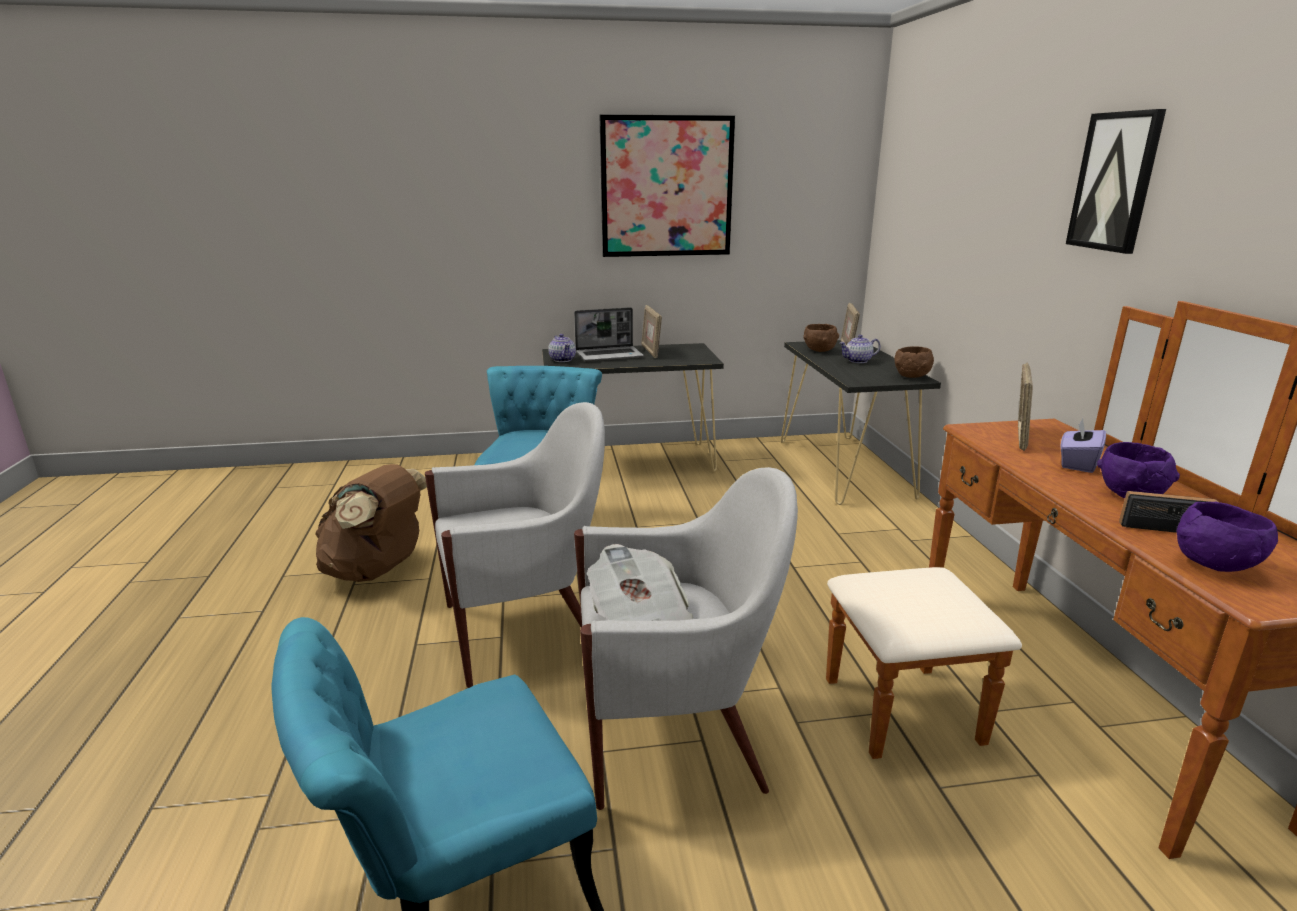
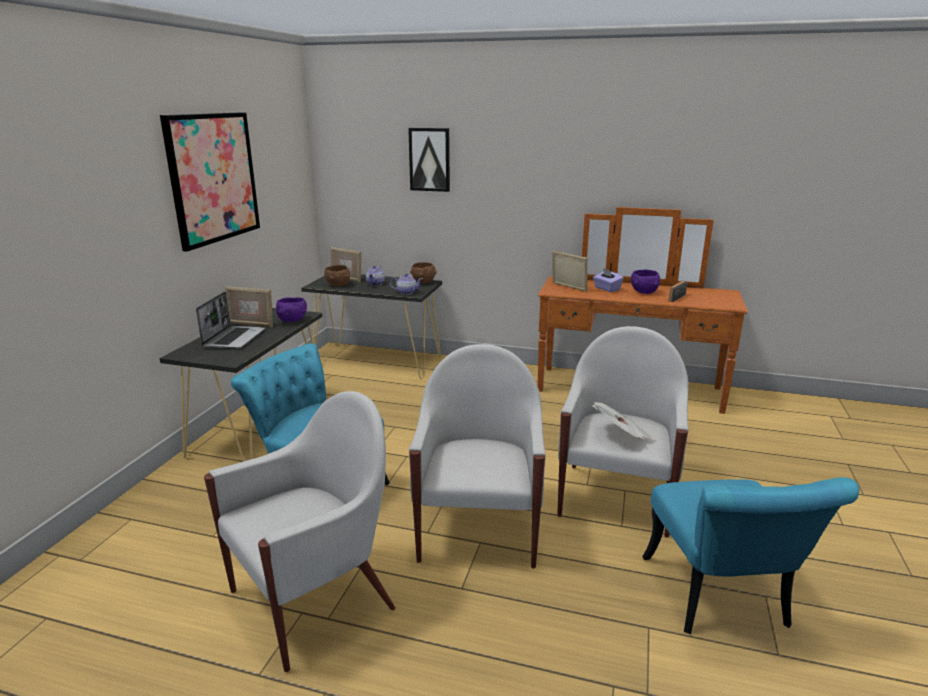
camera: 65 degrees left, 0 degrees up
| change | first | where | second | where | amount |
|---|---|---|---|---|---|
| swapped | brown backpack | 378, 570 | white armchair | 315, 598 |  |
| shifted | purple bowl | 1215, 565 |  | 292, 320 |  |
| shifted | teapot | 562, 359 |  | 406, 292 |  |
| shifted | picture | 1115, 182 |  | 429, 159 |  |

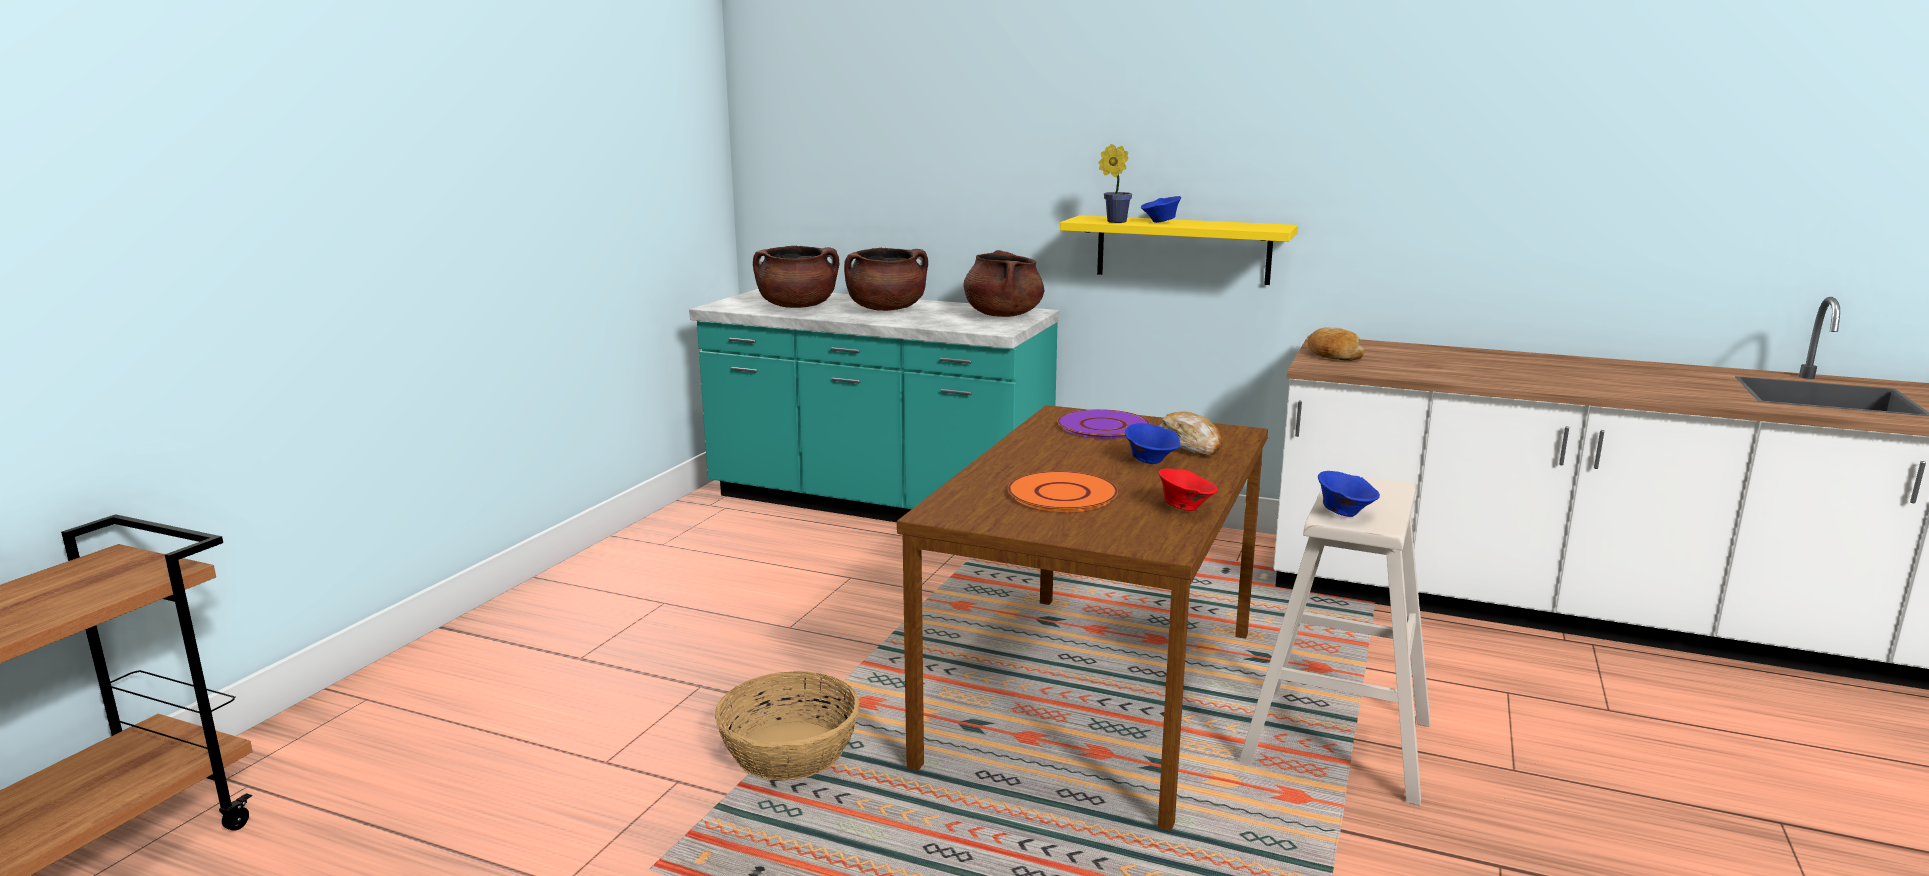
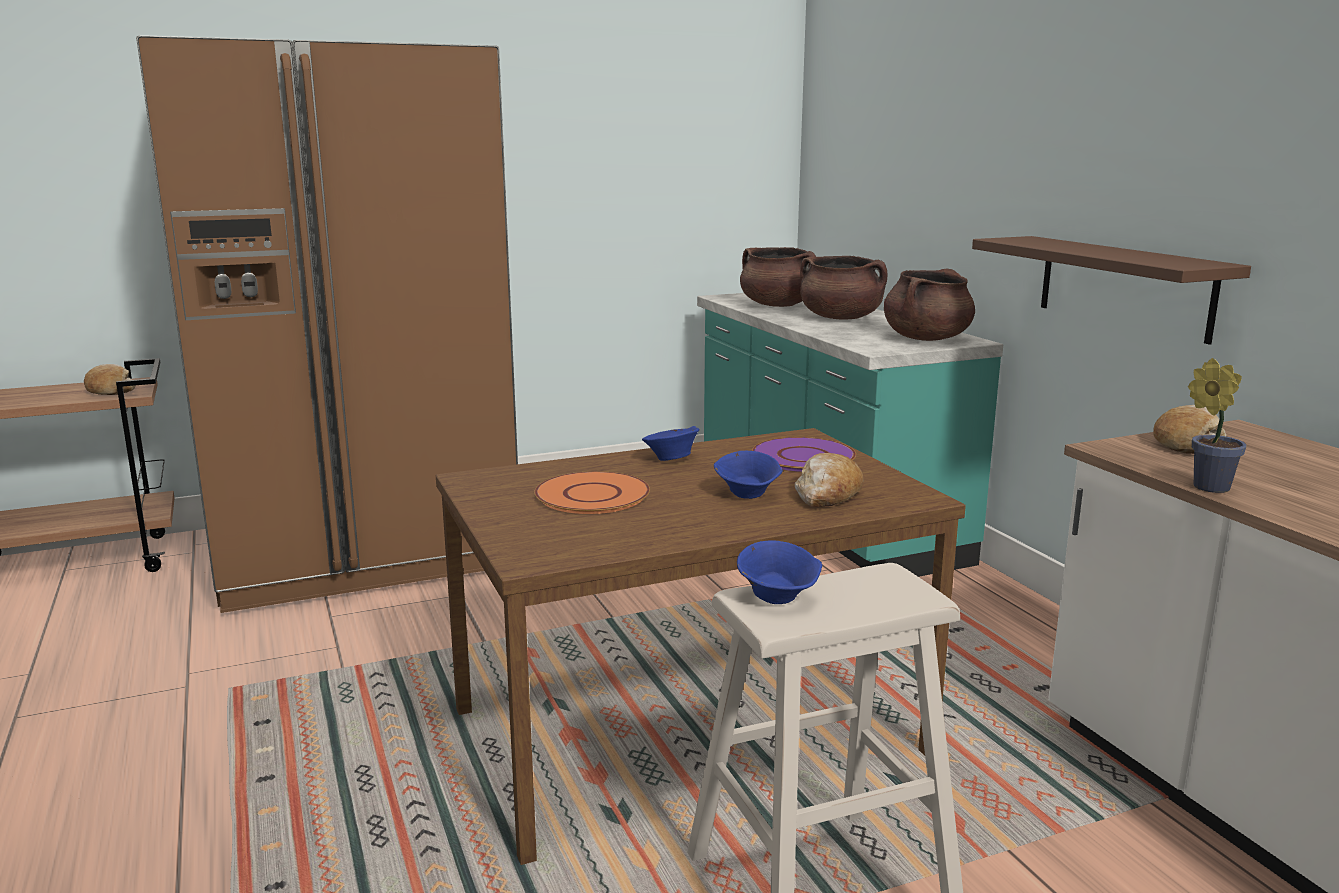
camera: 45 degrees right, 0 degrees up
| change | first | where | second | where | amount |
|---|---|---|---|---|---|
| new |  |  | bread | 110, 390 |  |
| new |  |  | brown fridge | 362, 548 |  |
| shifted | blue bowl | 1160, 222 |  | 670, 459 |  |
| repainted | yellow shelf | 1183, 249 | brown shelf | 1124, 286 |  |
| shifted | potted plant | 1114, 221 |  | 1206, 486 |  |
| gone | basket | 789, 751 |  |  |  |
| gone | red bowl | 1185, 508 |  |  |  |

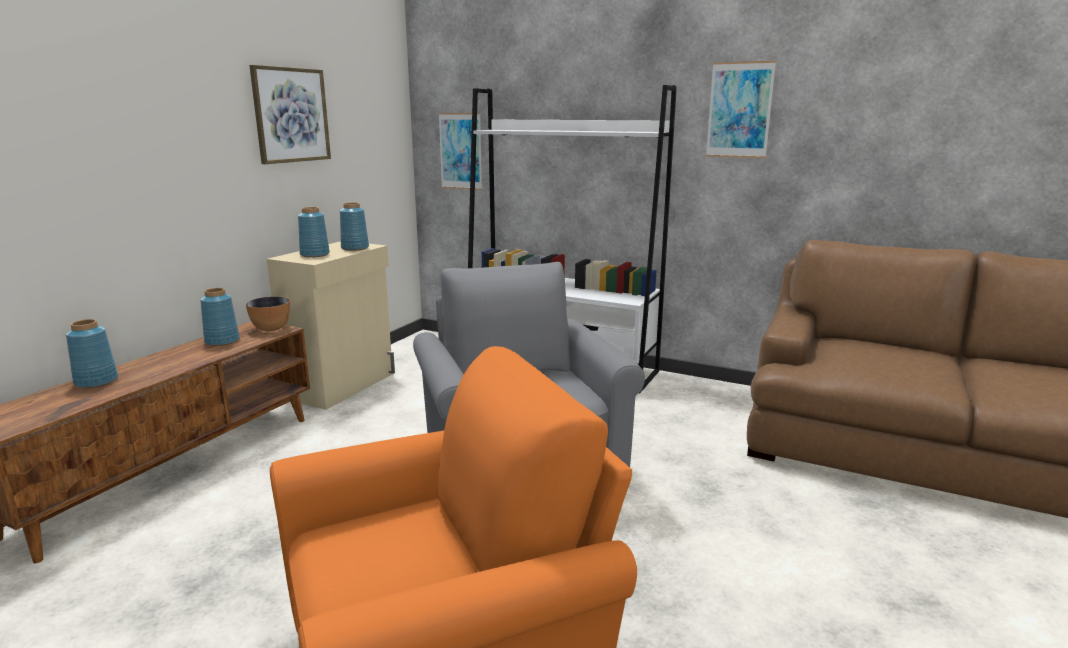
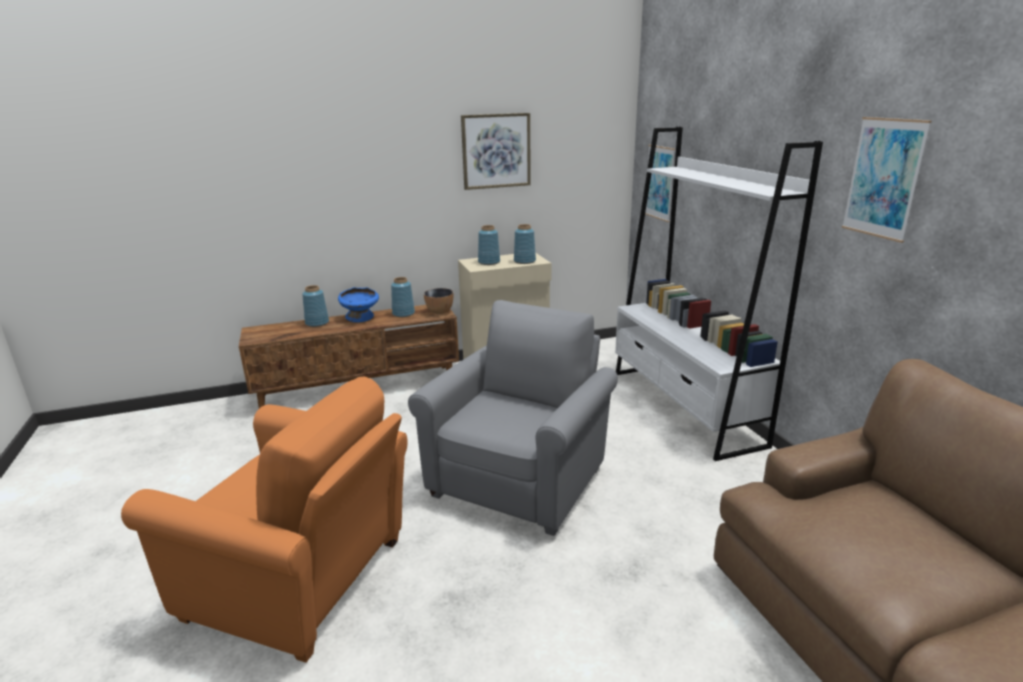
camera: 45 degrees right, 5 degrees up
| change | first | where | second | where | amount |
|---|---|---|---|---|---|
| new |  |  | blue bowl | 361, 318 |  |

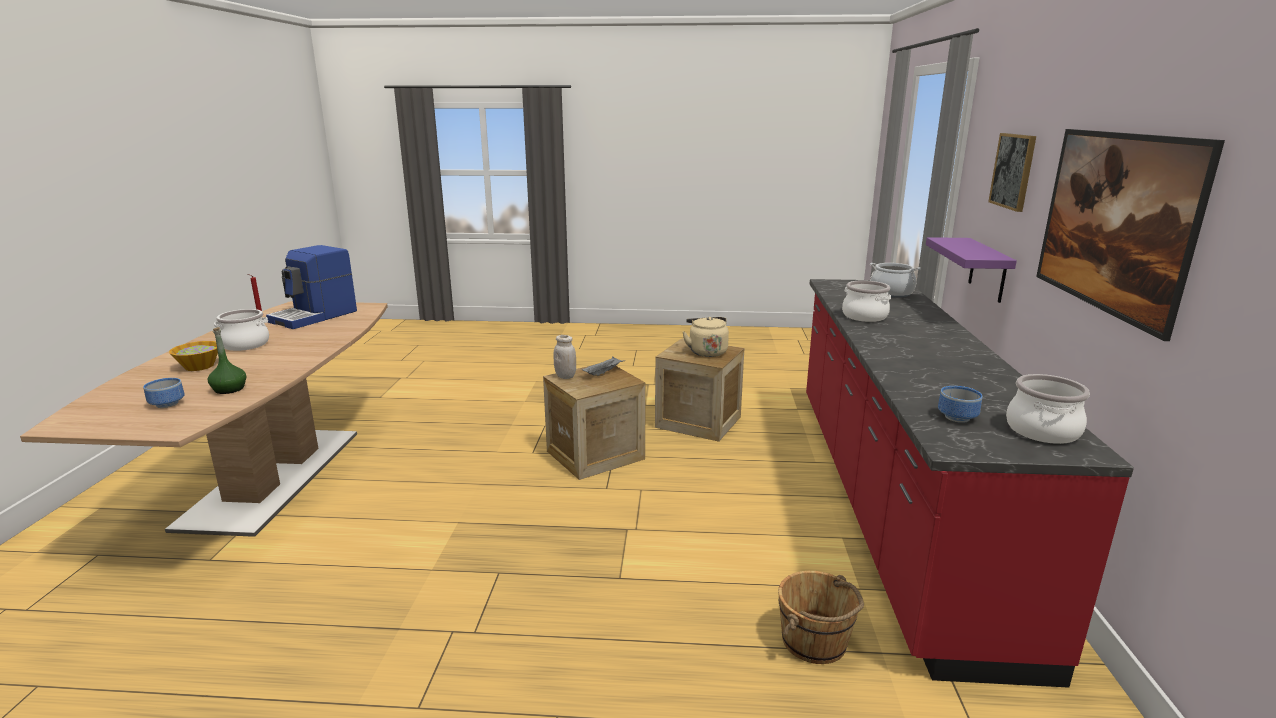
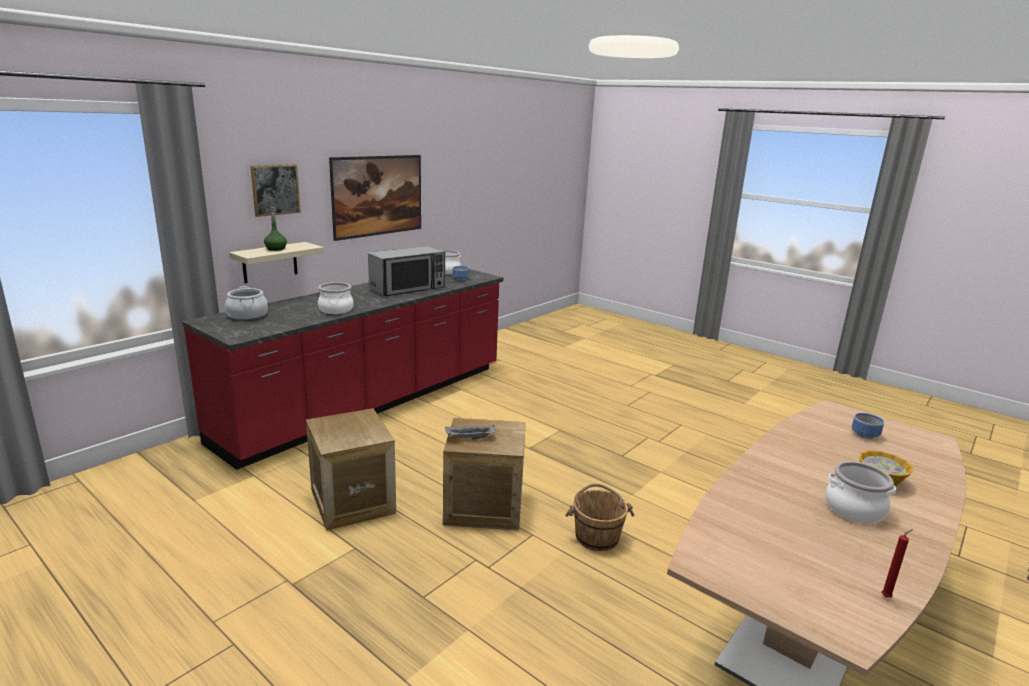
camera: 145 degrees left, 0 degrees up
| change | first | where | second | where | amount |
|---|---|---|---|---|---|
| repainted | purple shelf | 988, 270 | beige shelf | 270, 262 |  |
| shifted | green bottle | 229, 389 |  | 276, 249 |  |
| new |  |  | microwave | 408, 288 |  |
| shifted | brown bucket | 815, 642 |  | 597, 536 |  |
| gone | coffee machine | 315, 316 |  |  |  |
| gone | white jar | 565, 376 |  |  |  |
| gone | beige kettle | 706, 352 |  |  |  |

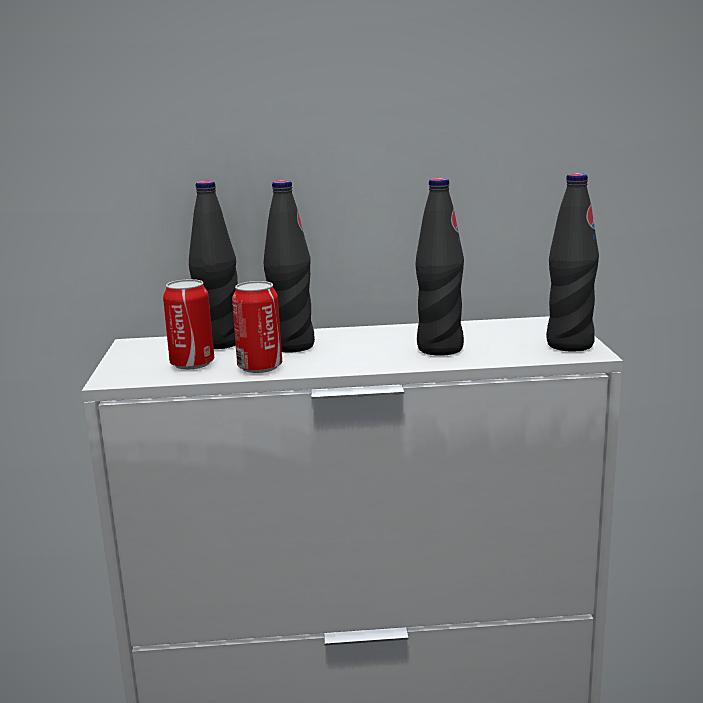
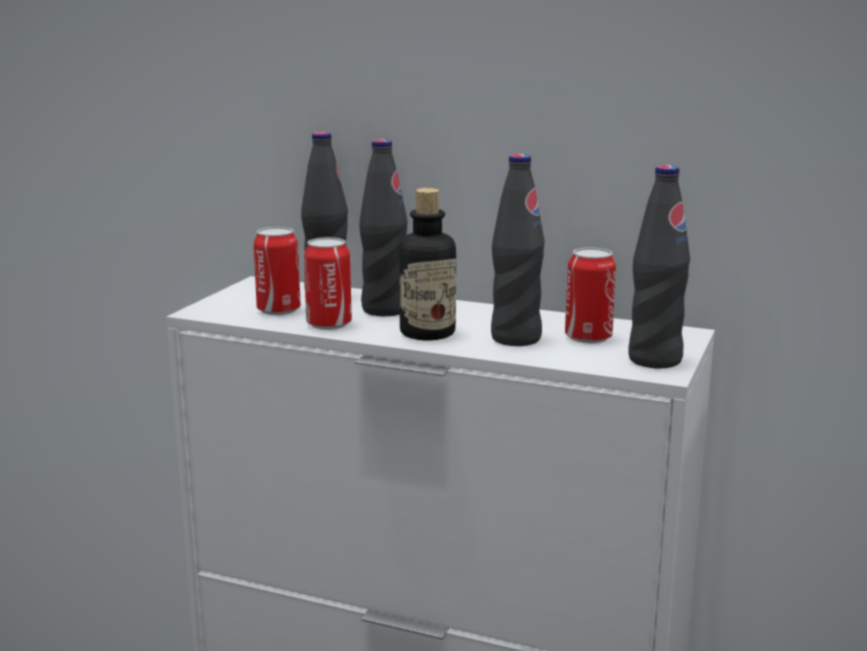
camera: 25 degrees right, 0 degrees up
| change | first | where | second | where | amount |
|---|---|---|---|---|---|
| new |  |  | bottle | 427, 333 |  |
| new |  |  | can | 588, 337 |  |

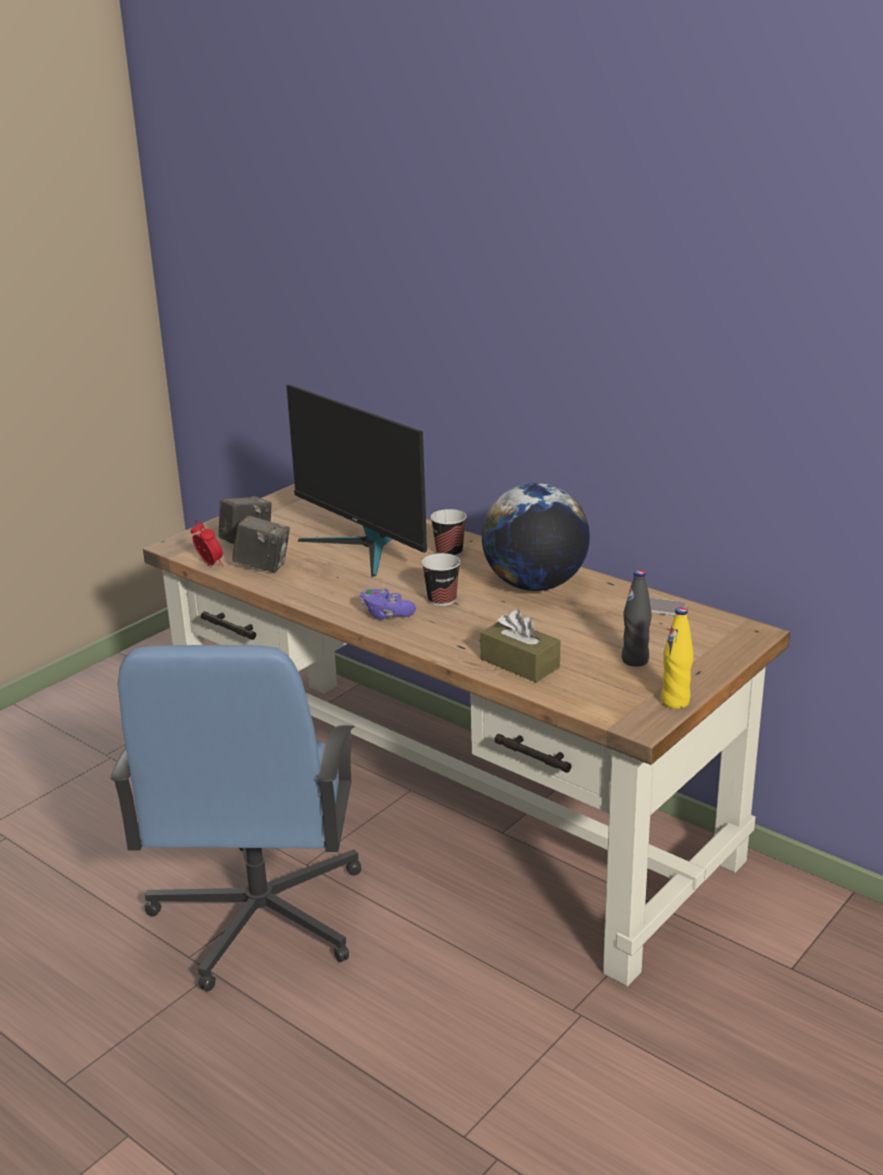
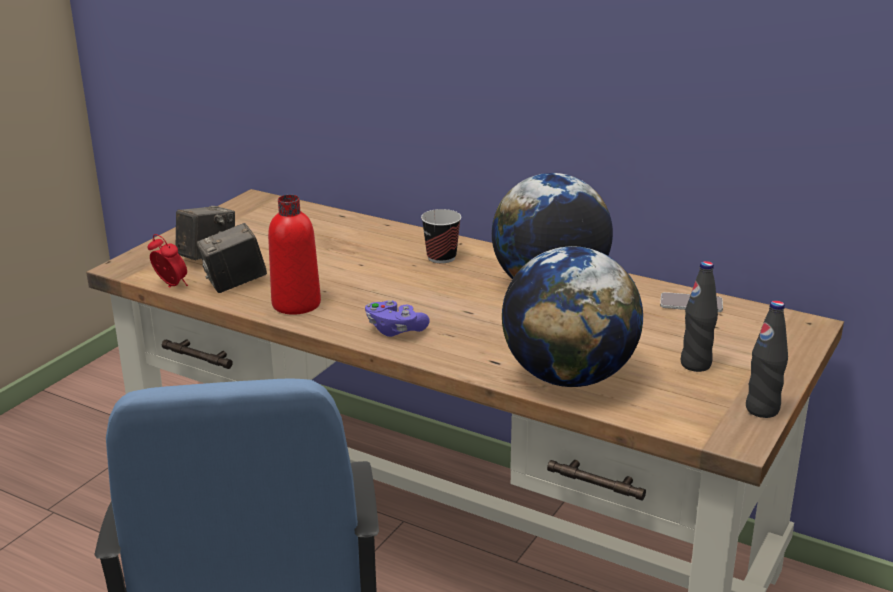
camera: 10 degrees left, 0 degrees up
| change | first | where | second | where | amount |
|---|---|---|---|---|---|
| rotated | photo camera | 263, 566 |  | 234, 284 | 150 degrees clockwise |
| new |  |  | red bottle | 296, 304 |  |
| swapped | brown tissue box | 520, 663 | globe | 569, 377 |  |
| repainted | yellow bottle | 675, 702 | black bottle | 762, 409 |  |
| gone | monitor | 363, 547 |  |  |  |
| gone | cup | 442, 600 |  |  |  |

